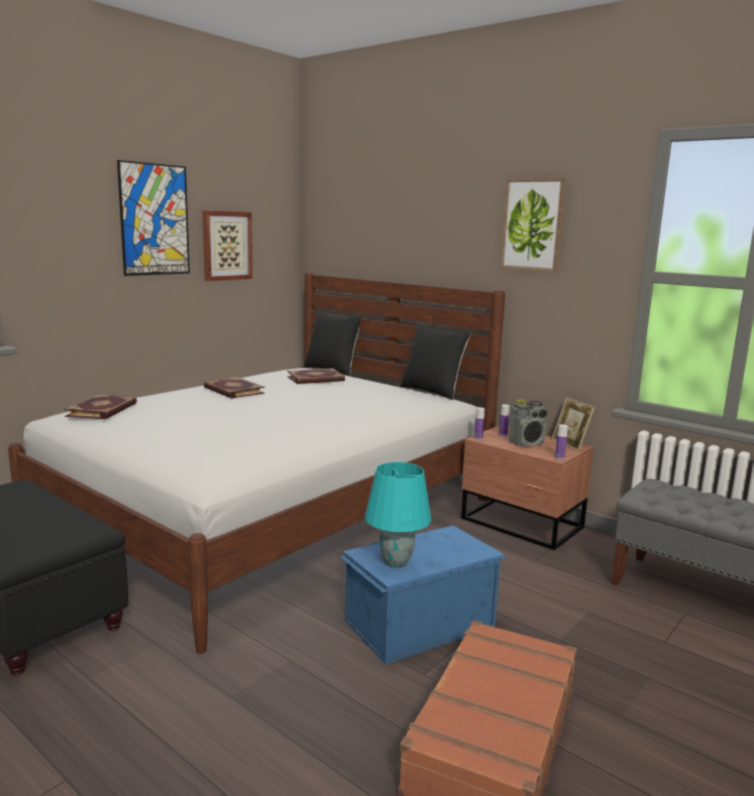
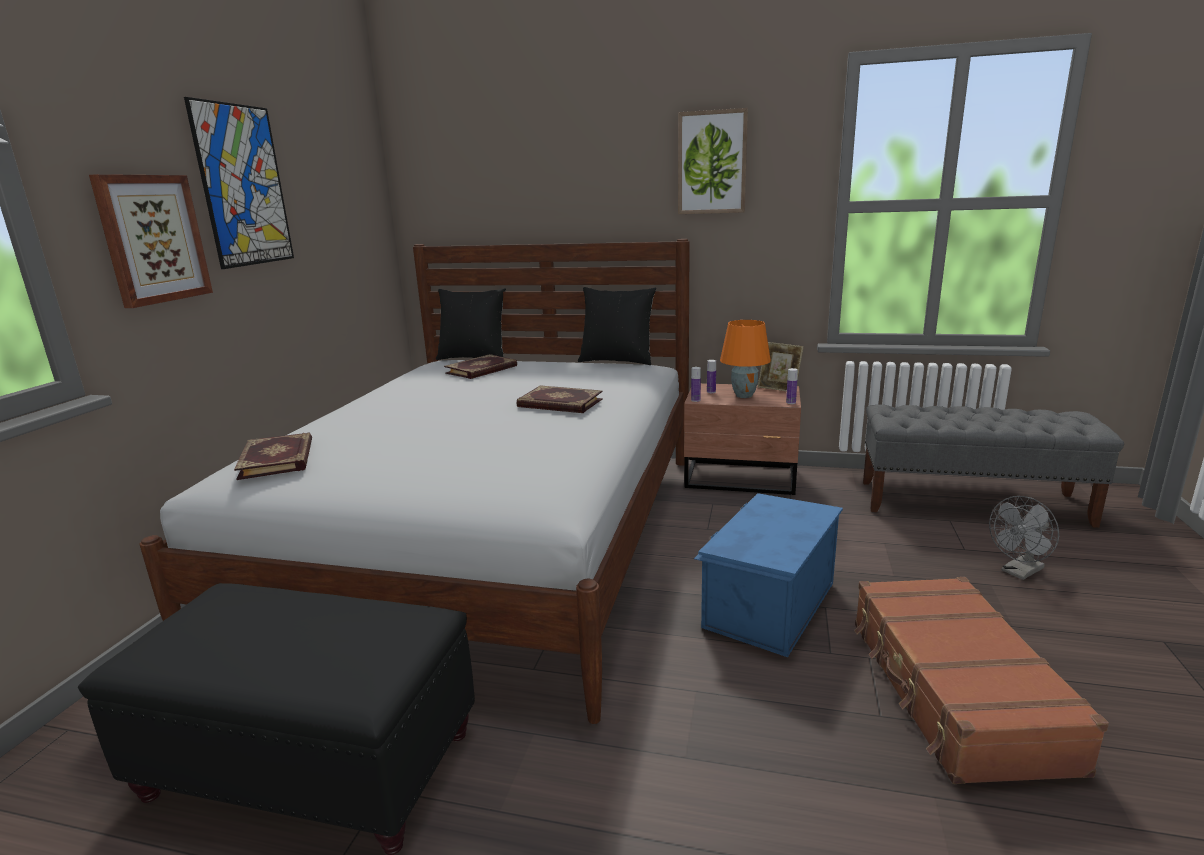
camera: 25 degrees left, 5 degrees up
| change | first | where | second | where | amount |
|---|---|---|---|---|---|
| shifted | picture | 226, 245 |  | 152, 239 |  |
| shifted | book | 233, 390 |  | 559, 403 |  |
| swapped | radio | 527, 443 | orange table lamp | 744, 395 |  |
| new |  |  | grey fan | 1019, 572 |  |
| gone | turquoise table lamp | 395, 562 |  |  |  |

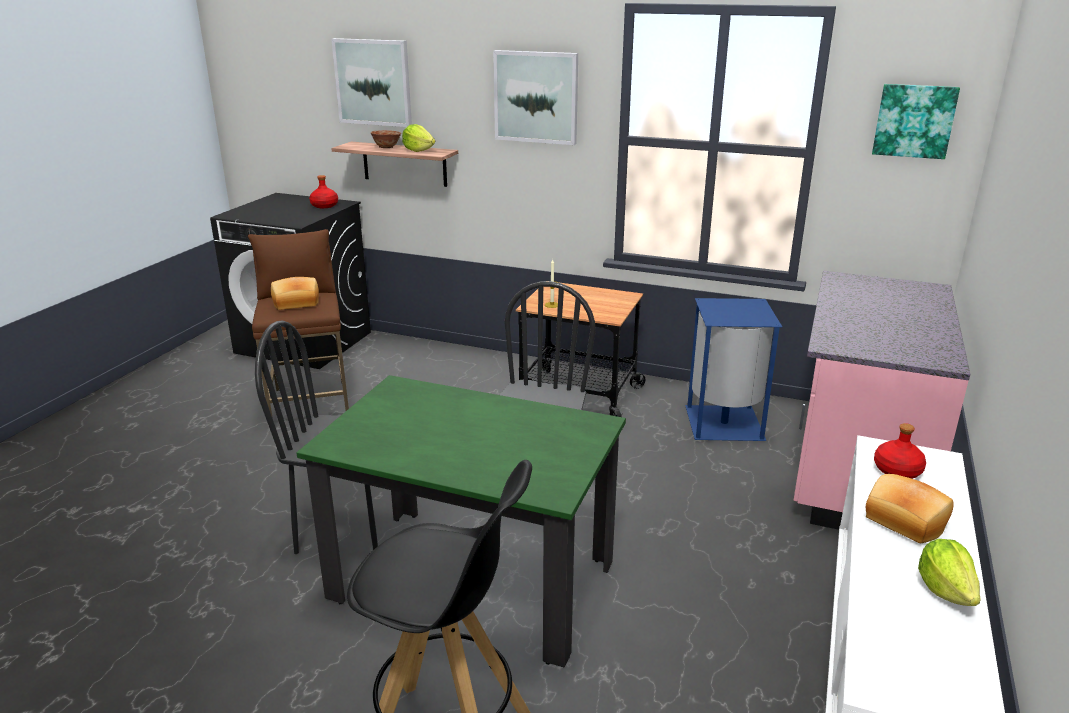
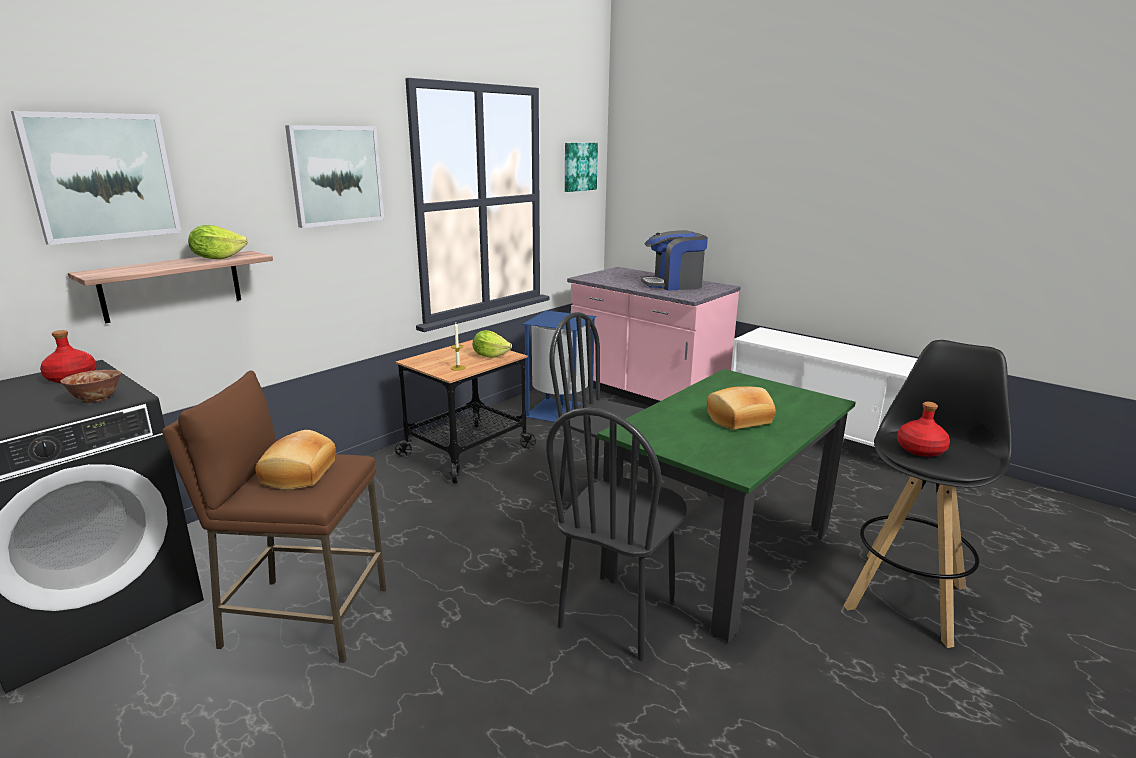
camera: 70 degrees left, 5 degrees down
| change | first | where | second | where | amount |
|---|---|---|---|---|---|
| shifted | bowl | 386, 147 |  | 96, 400 |  |
| shifted | lettuce | 945, 590 |  | 490, 356 |  |
| new |  |  | coffee machine | 673, 285 |  |
| shifted | bread | 904, 521 |  | 739, 420 |  |
| shifted | red bottle | 896, 470 |  | 920, 450 |  |

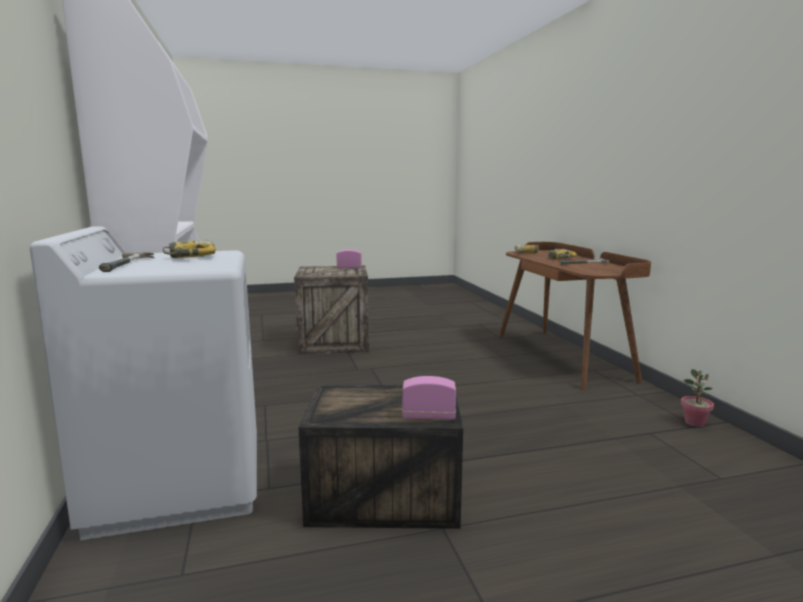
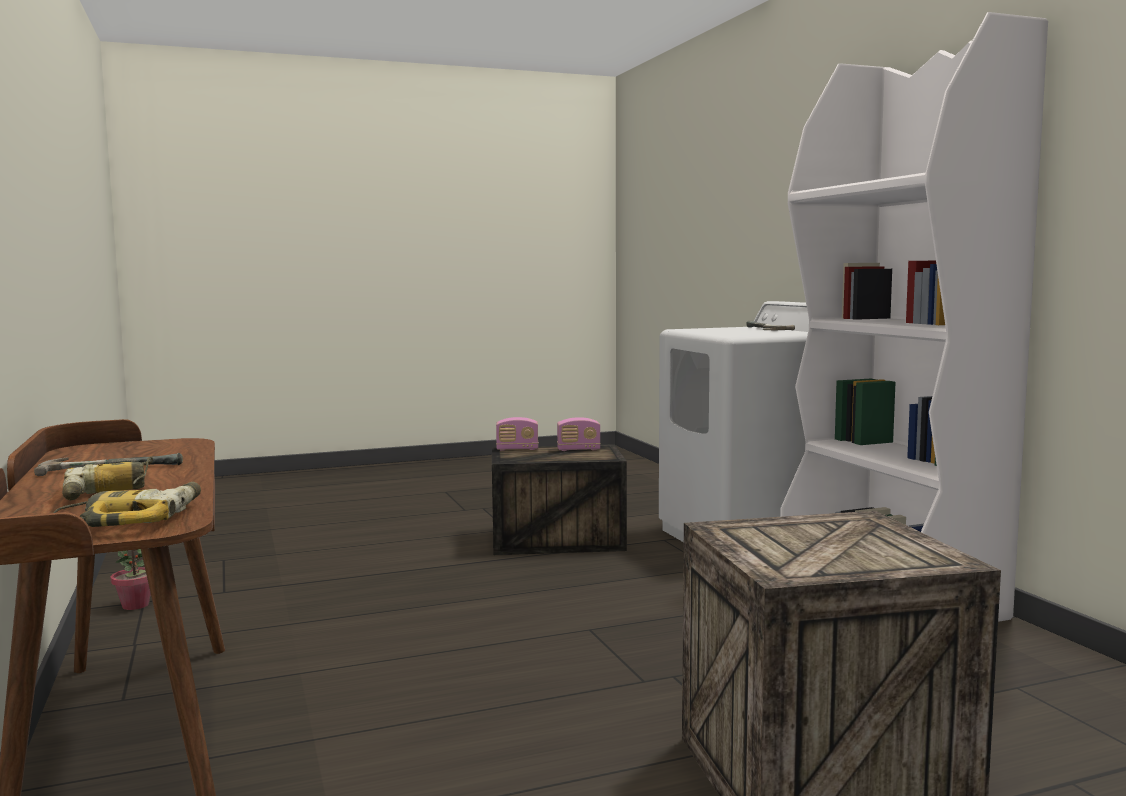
camera: 175 degrees right, 5 degrees down
| change | first | where | second | where | amount |
|---|---|---|---|---|---|
| shifted | radio | 349, 268 |  | 578, 450 |  |
| gone | power drill | 191, 256 |  |  |  |

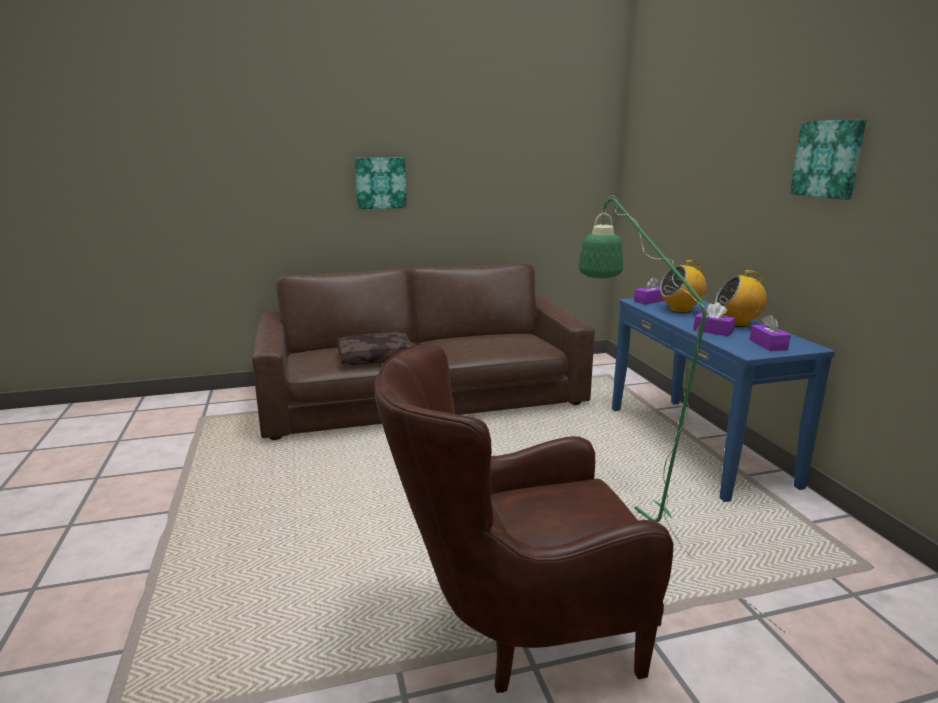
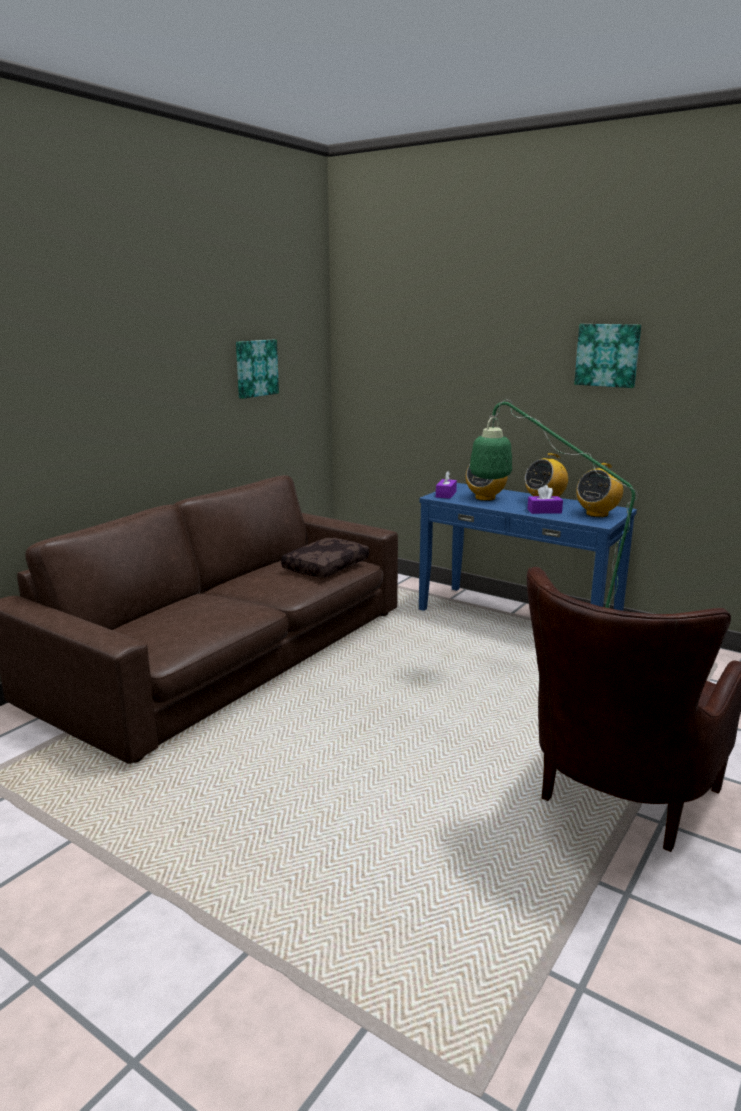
camera: 40 degrees left, 0 degrees up
| change | first | where | second | where | amount |
|---|---|---|---|---|---|
| shifted | picture | 380, 183 |  | 255, 368 |  |
| shifted | brown pillow | 376, 357 |  | 325, 566 |  |
| swapped | purple tissue box | 768, 345 | radio | 597, 514 |  |

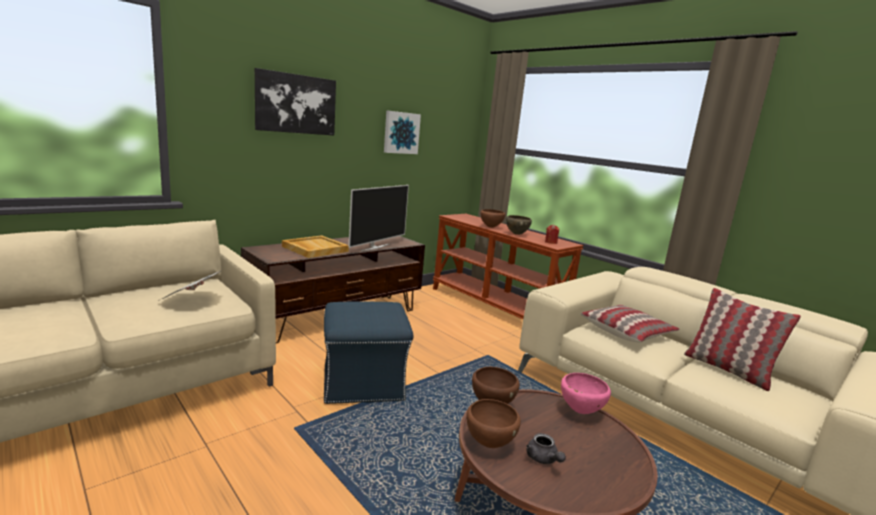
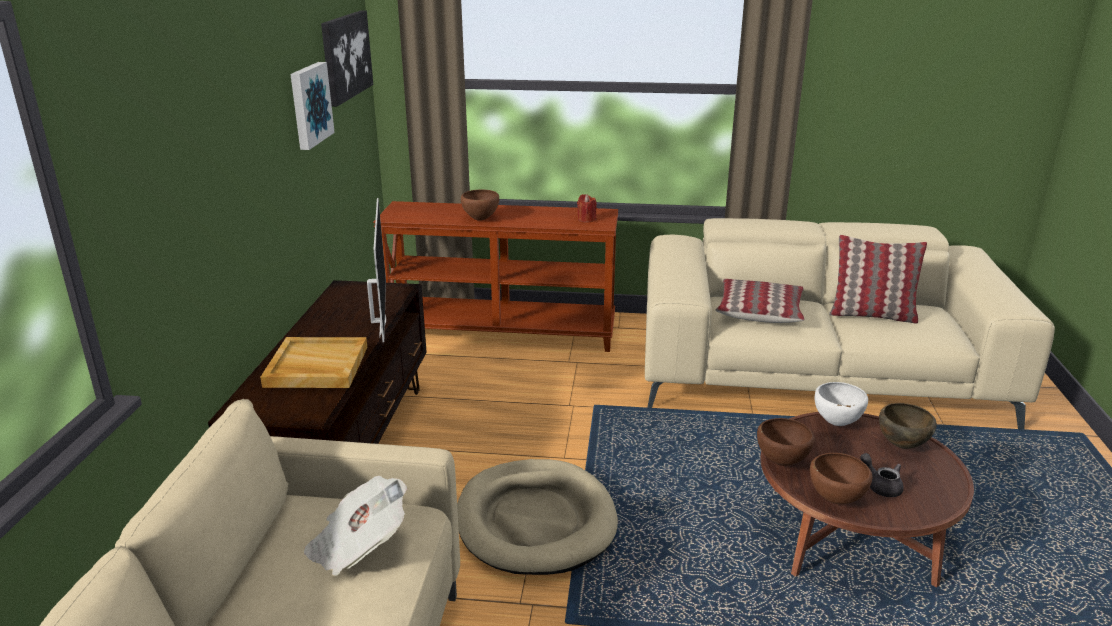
camera: 40 degrees left, 10 degrees up
| change | first | where | second | where | amount |
|---|---|---|---|---|---|
| shifted | picture | 296, 104 |  | 345, 56 |  |
| swapped | blue ottoman | 364, 382 | beige dog bed | 536, 521 |  |
| repainted | pink bowl | 580, 411 | white bowl | 836, 423 |  |
| rotated | grey teapot | 543, 459 |  | 881, 486 | 150 degrees counterclockwise |
| shifted | brown bowl | 516, 234 |  | 901, 445 |  |

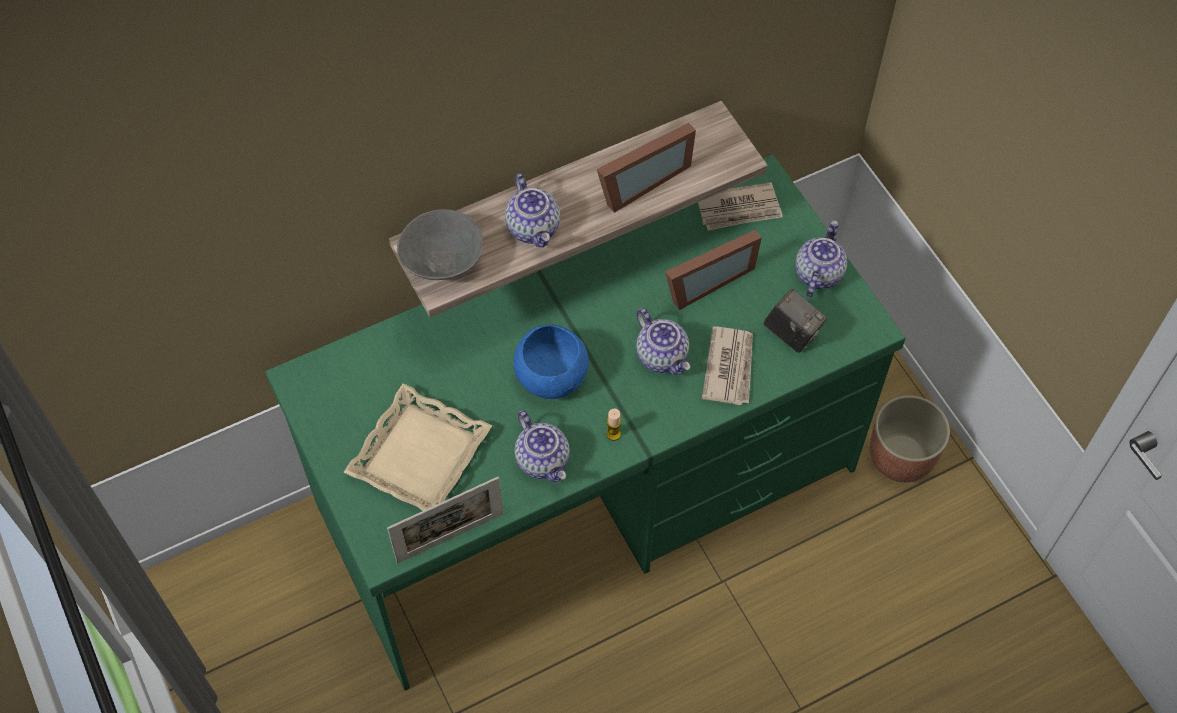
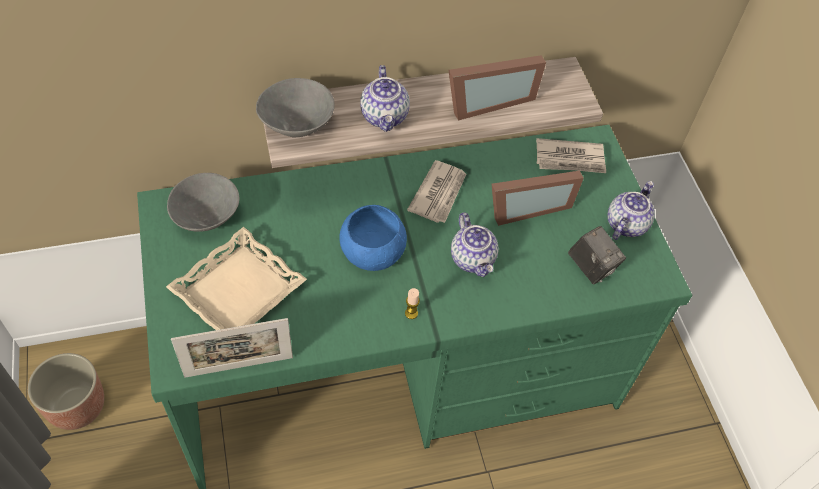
camera: 10 degrees right, 5 degrees down
| change | first | where | second | where | amount |
|---|---|---|---|---|---|
| shifted | planter | 901, 457 |  | 77, 407 |  |
| new |  |  | grey bowl | 206, 218 |  |
| shifted | newspaper | 730, 367 |  | 439, 194 |  |
| gone | teapot | 543, 460 |  |  |  |

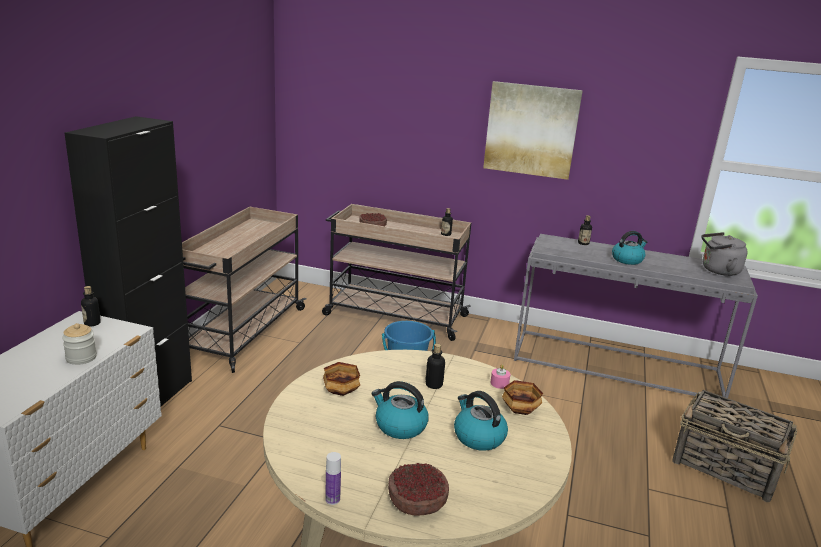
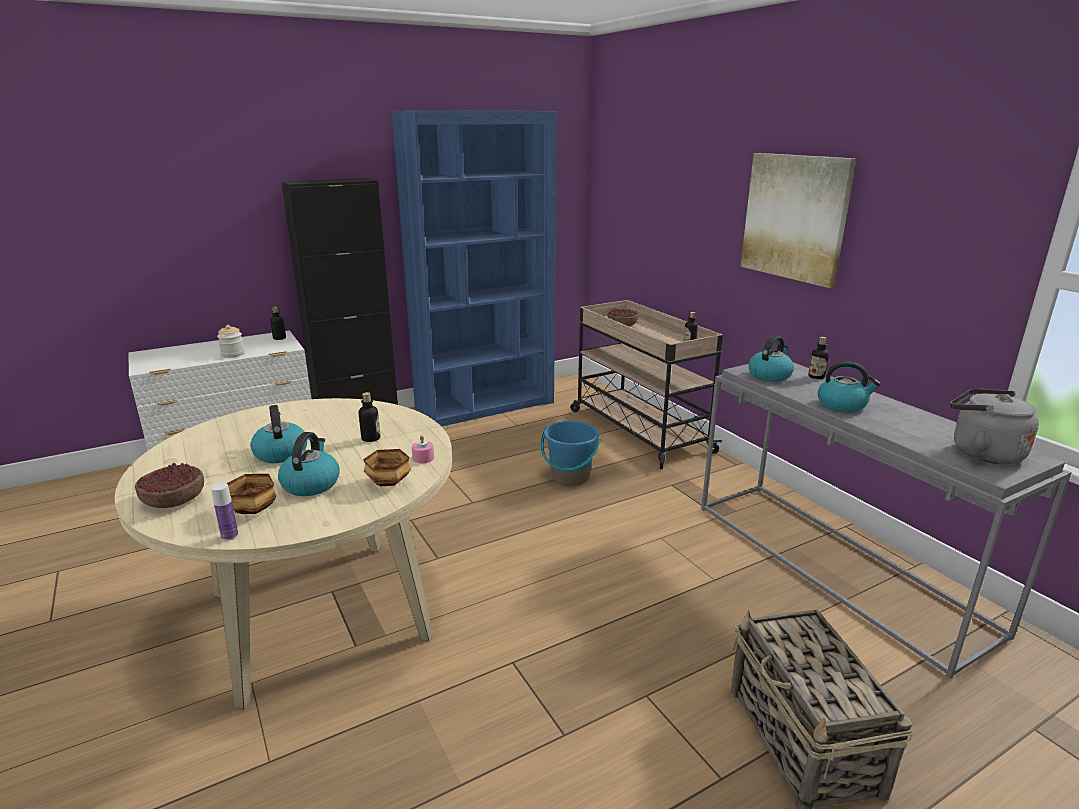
camera: 45 degrees right, 0 degrees up
| change | first | where | second | where | amount |
|---|---|---|---|---|---|
| shifted | bottle | 332, 499 |  | 230, 536 |  |
| shifted | bowl | 341, 391 |  | 255, 509 |  |
| swapped | beige cart | 242, 333 | blue bookcase | 485, 405 |  |
| new |  |  | kettle | 769, 375 |  |

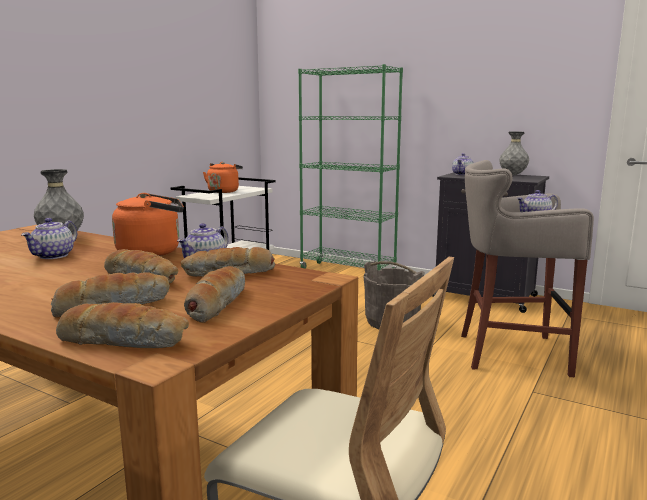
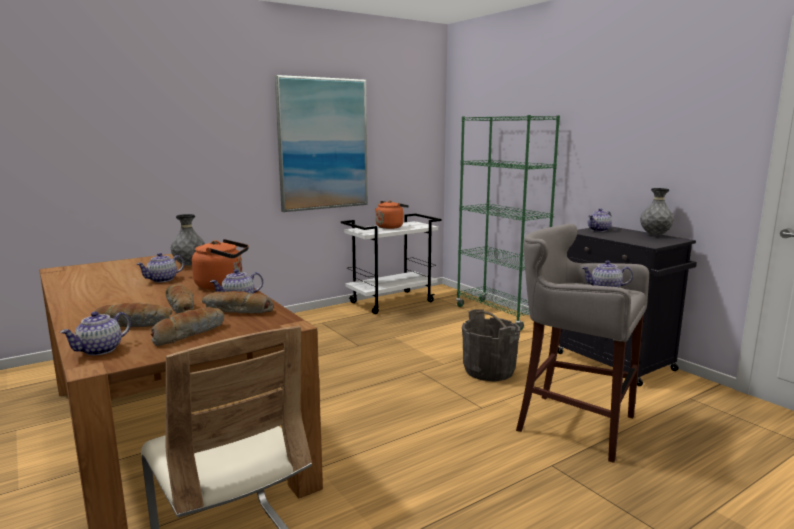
camera: 25 degrees right, 0 degrees up
| change | first | where | second | where | amount |
|---|---|---|---|---|---|
| swapped | bread | 125, 341 | teapot | 100, 350 |  |
| new |  |  | picture | 323, 144 |  |

